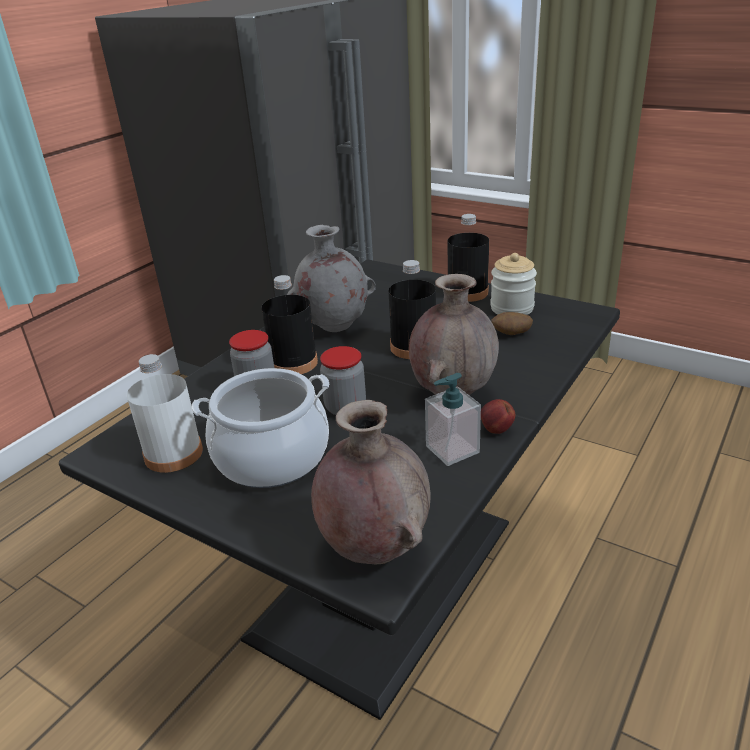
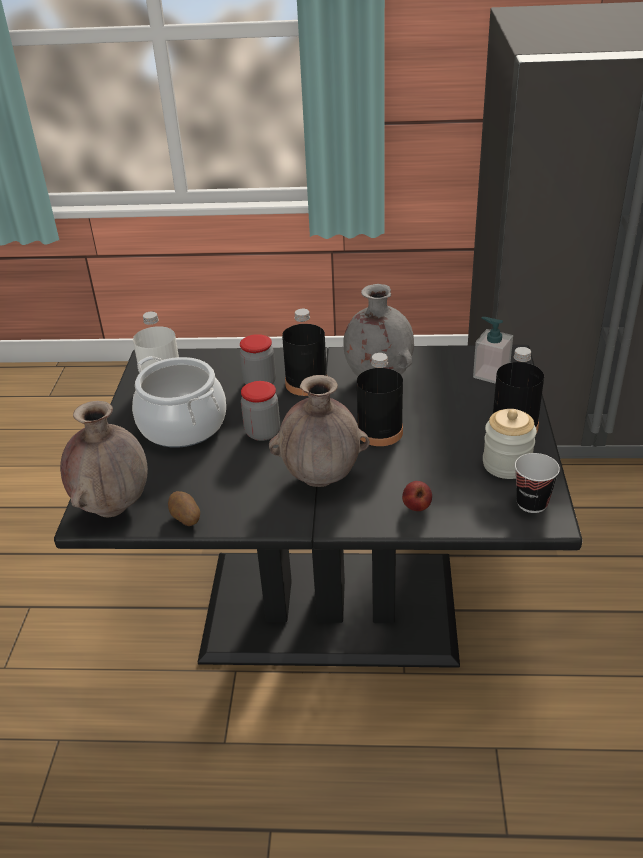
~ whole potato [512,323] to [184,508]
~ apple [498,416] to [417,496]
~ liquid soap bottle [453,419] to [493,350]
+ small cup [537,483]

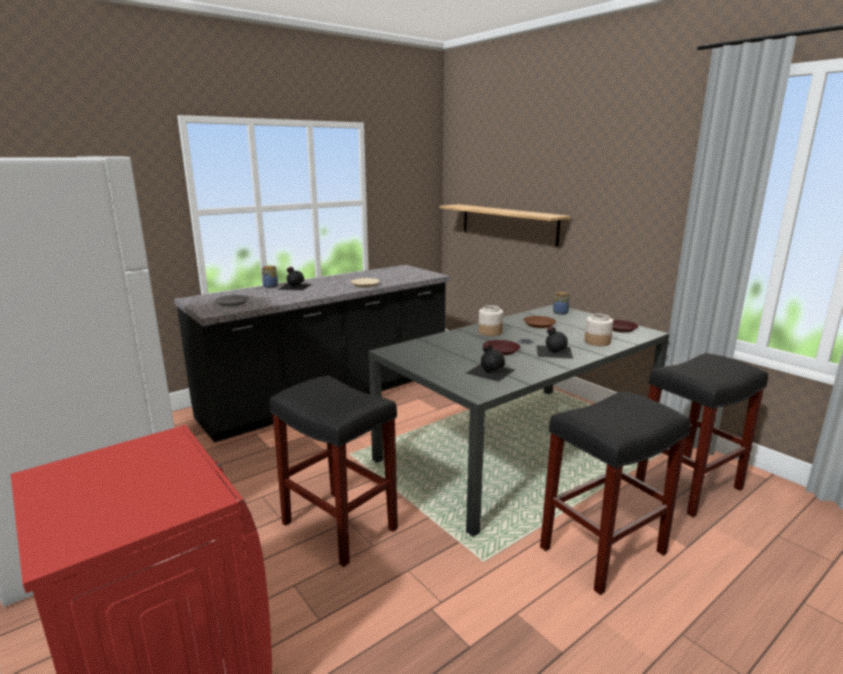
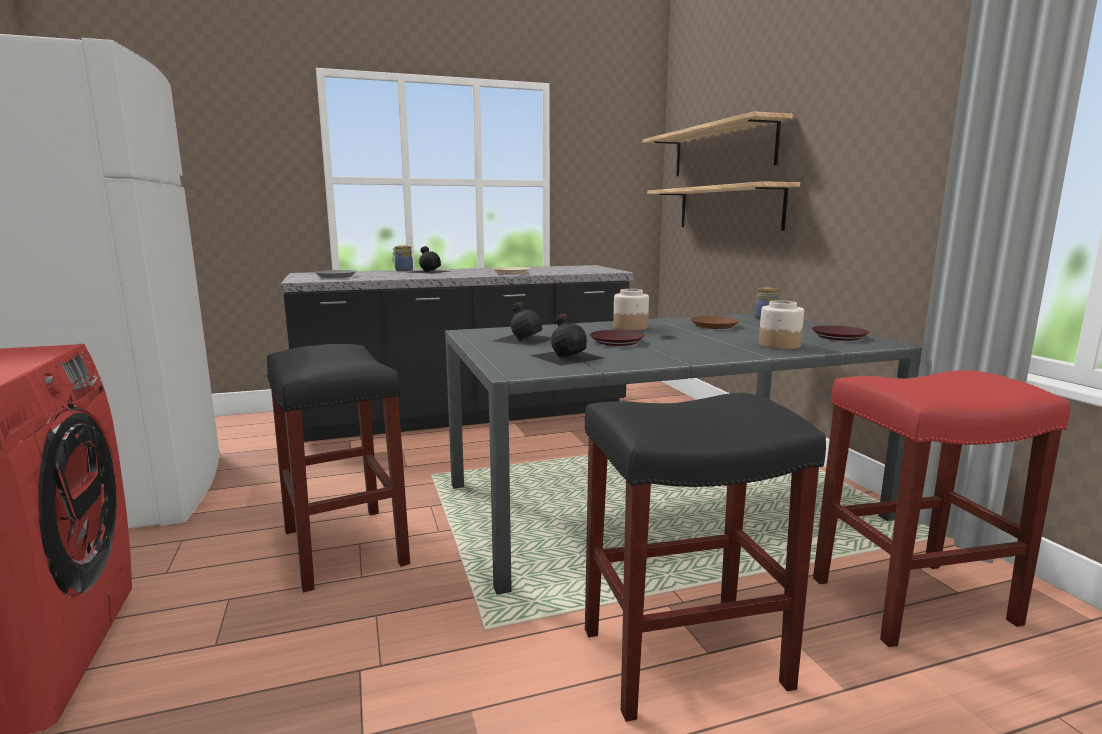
~ bottle (blackish) [554,343] to [522,324]
+ wall shelf [717,143]
~ stool seat (blackish) [702,435] to stool seat (reddish) [941,508]

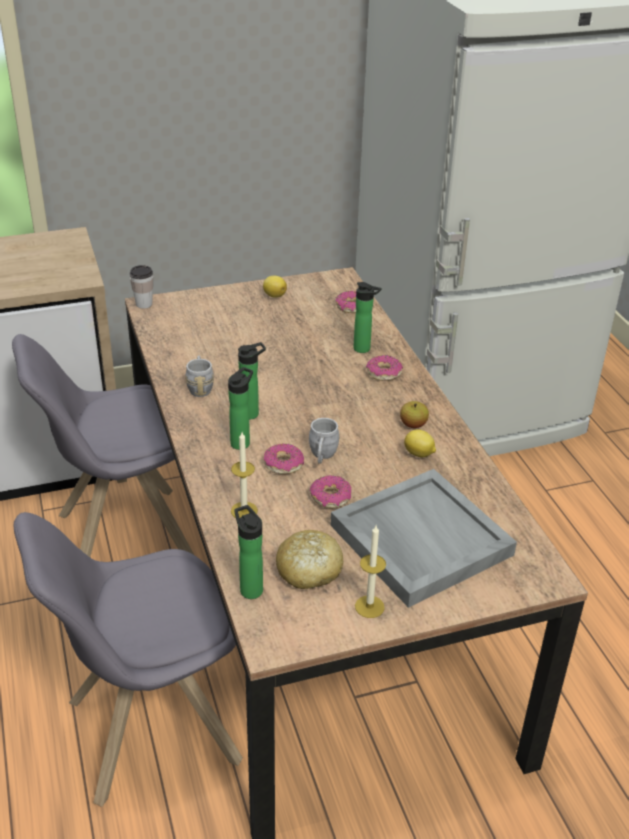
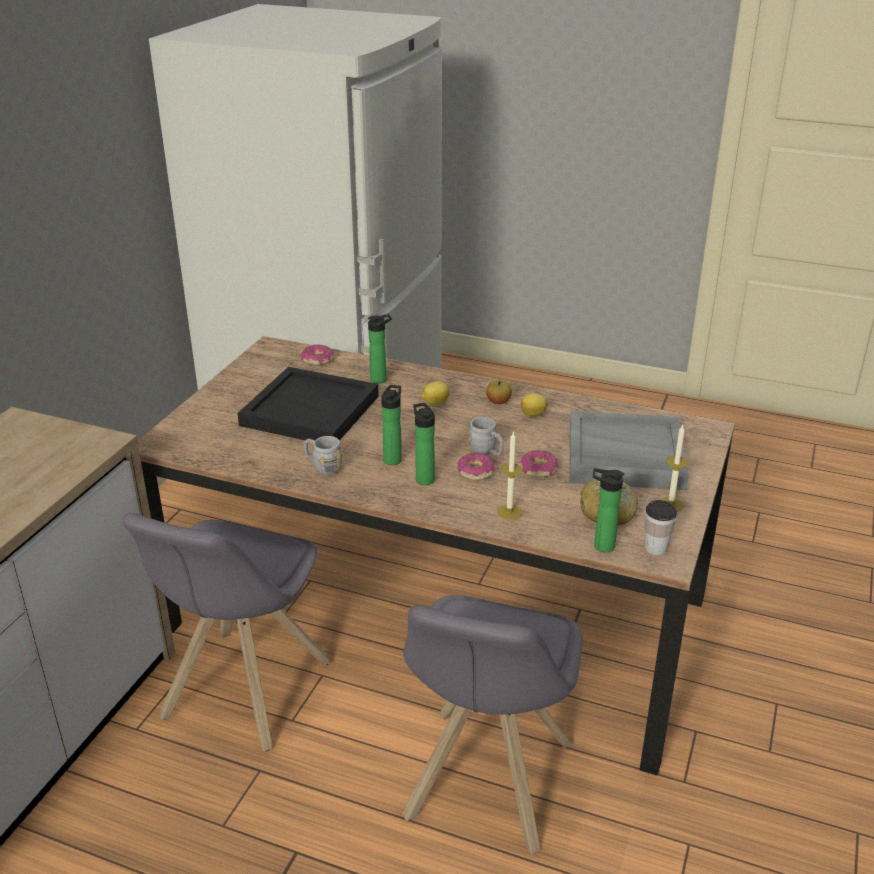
+ tray (blackish) [308,404]
~ citrus fruit [275,287] to [435,393]
~ small cup [141,286] to [661,527]
- donut [384,368]

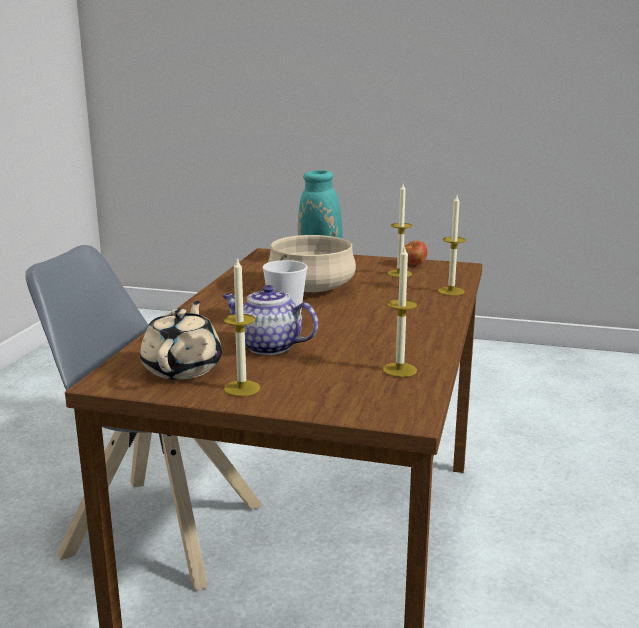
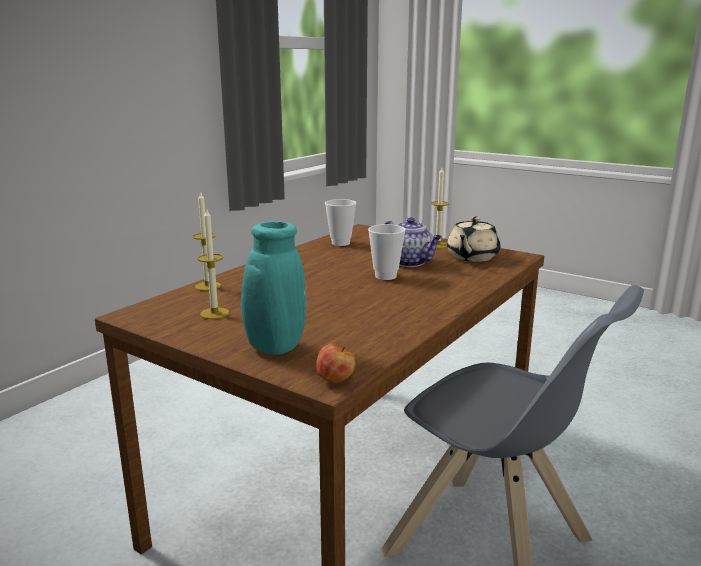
~ apple [416,253] to [335,363]
~ wax light [400,311] to small cup [340,222]
- cooking pot (beige-coloured) [312,263]

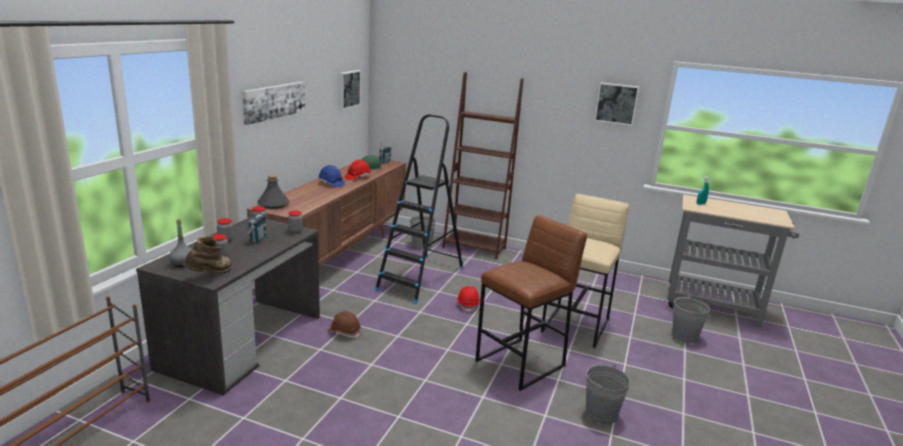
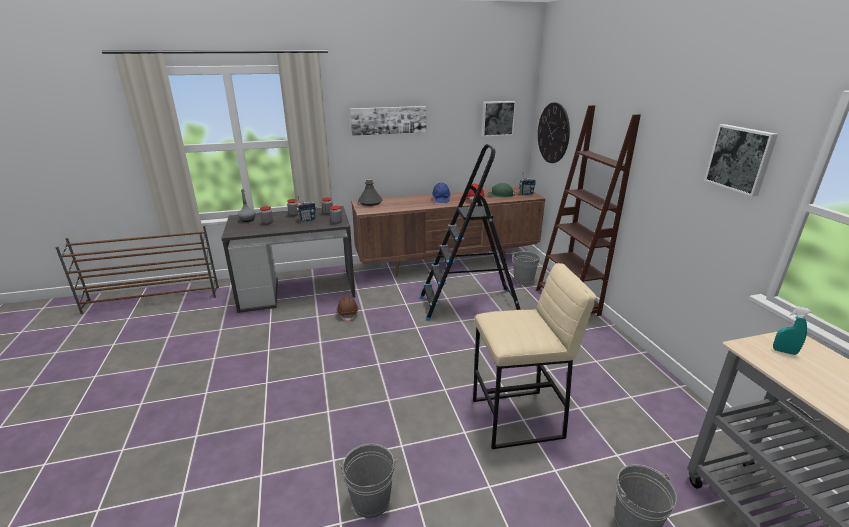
+ clock on the wall [554,132]
- high-top boot (brown-coloured) [207,255]
- hard hat (reddish) [468,299]
- stool seat (brown-coloured) [531,303]

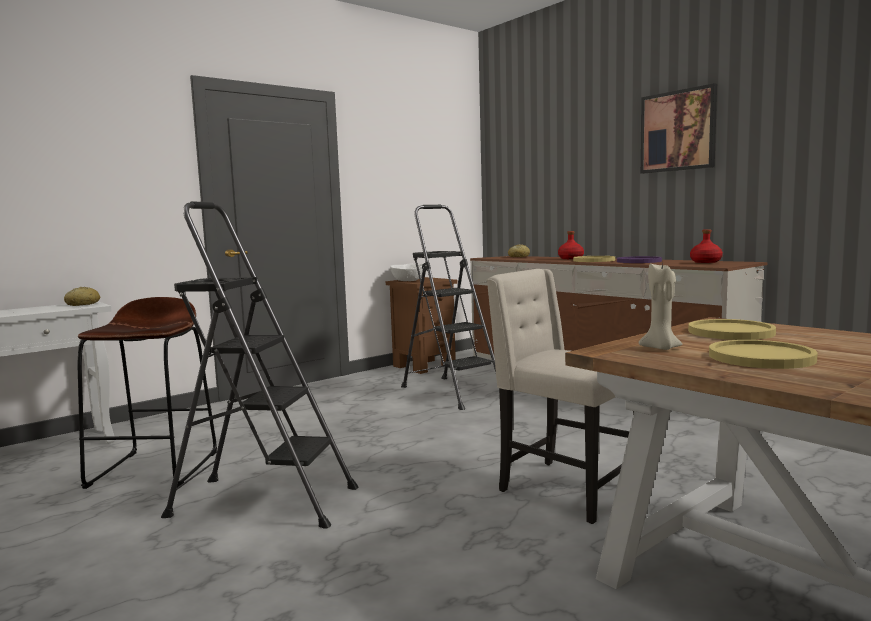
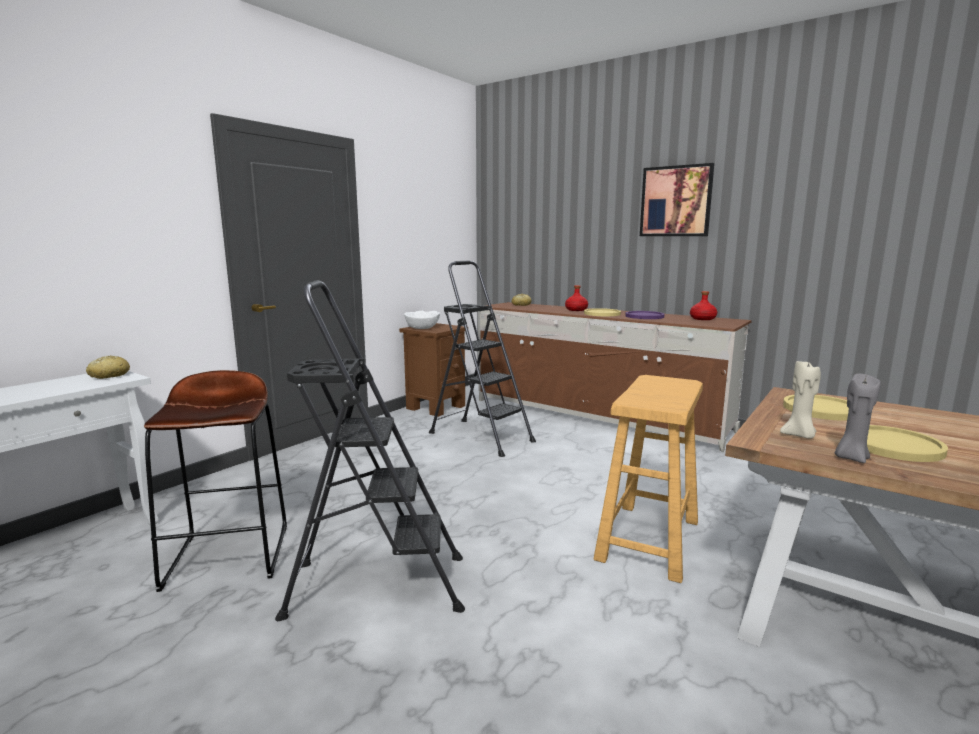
~ upright chair (beige-coloured) [560,396] to stool seat (beige-coloured) [648,479]
+ wax light (gray) [858,418]

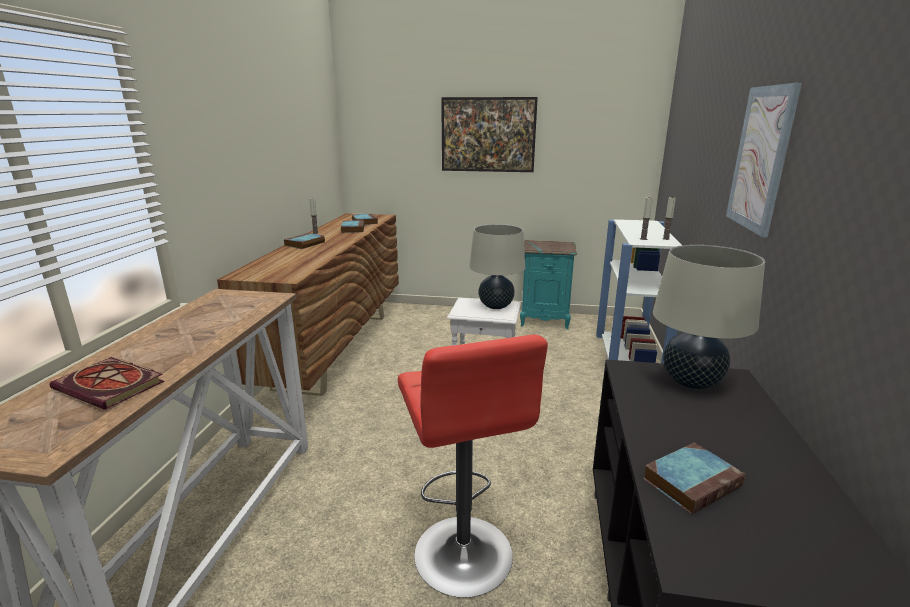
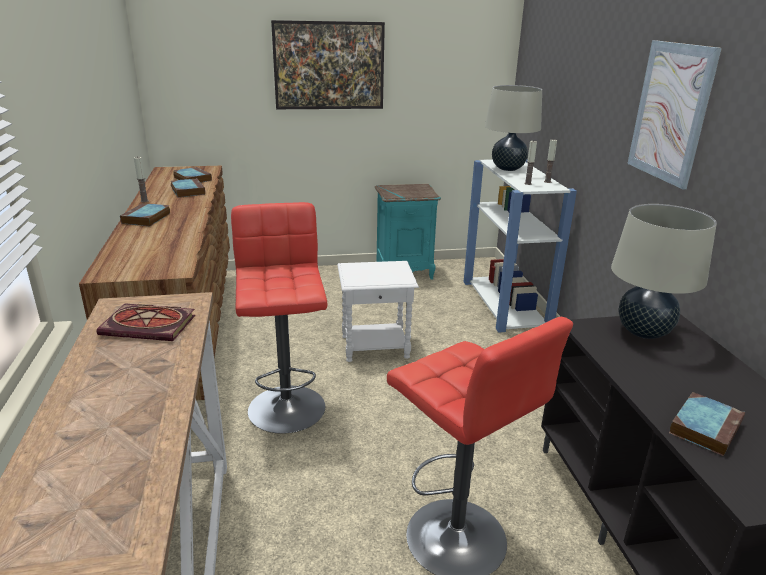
~ book [106,383] to [145,322]
+ stool seat (reddish) [279,318]
~ lamp for a table (beige-coloured) [497,266] to [513,128]

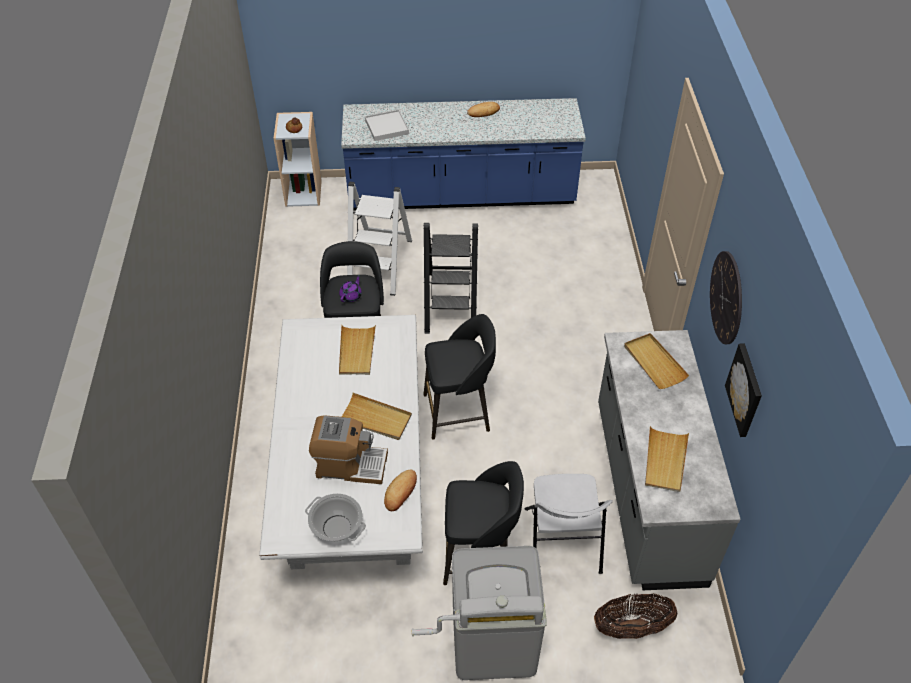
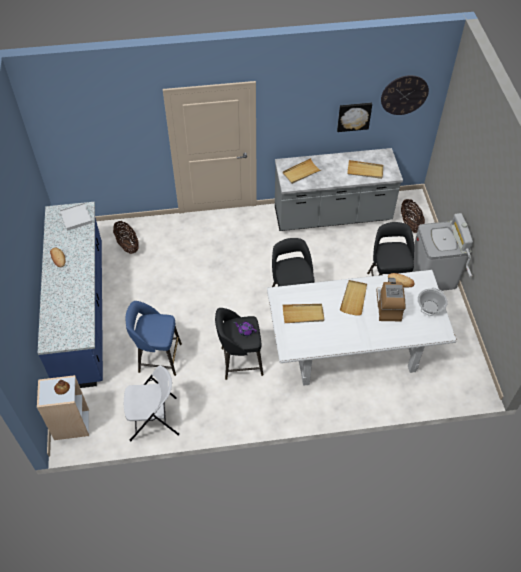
~ tray (whitish) [387,125] to [76,217]
+ storage basket [126,237]
~ upright chair (whitish) [569,524] to [151,404]
~ step stool (whitish) [379,239] to stool seat (blue) [154,338]
~ clock on the wall [726,297] to [405,95]
- step stool (blackish) [450,278]

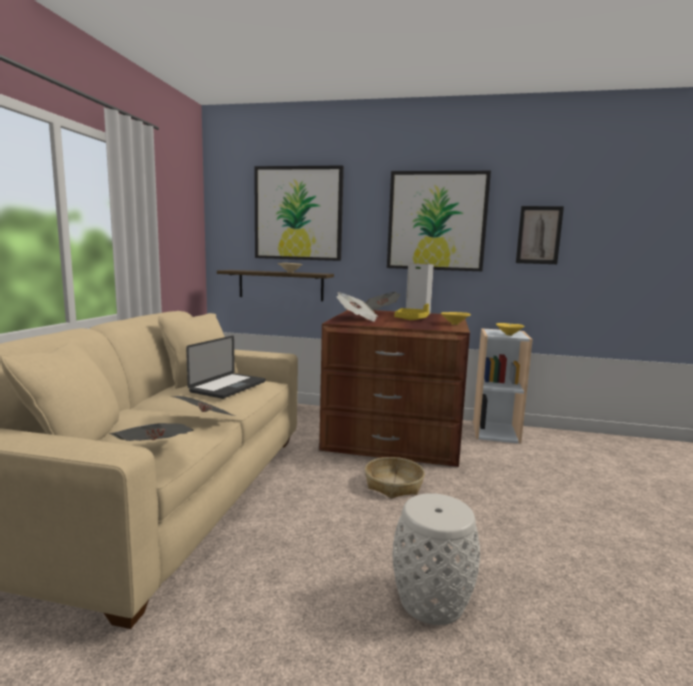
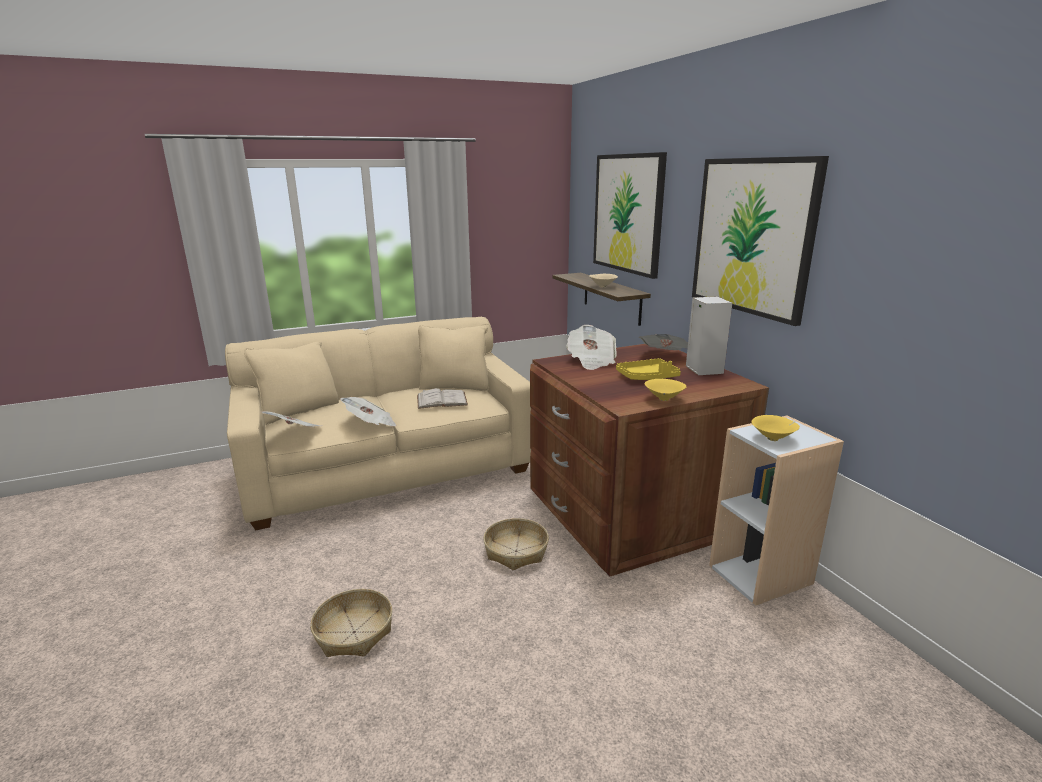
~ stool seat (whitish) [436,559] to storage basket [351,623]
~ laptop [226,367] to book (whitish) [442,398]
- wall art [540,235]

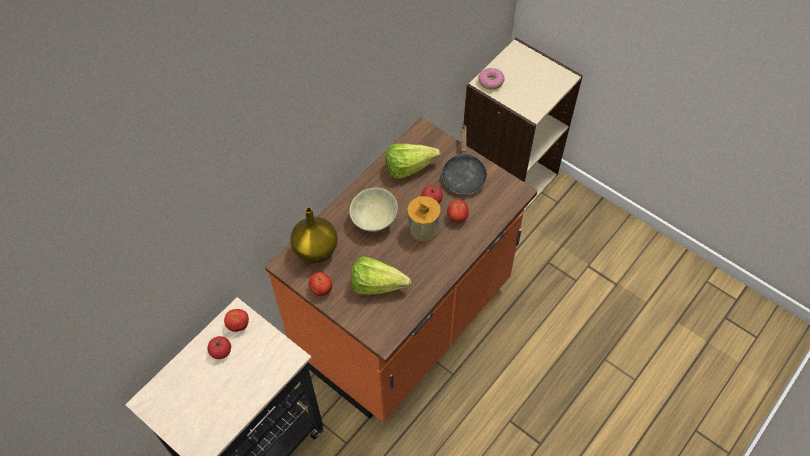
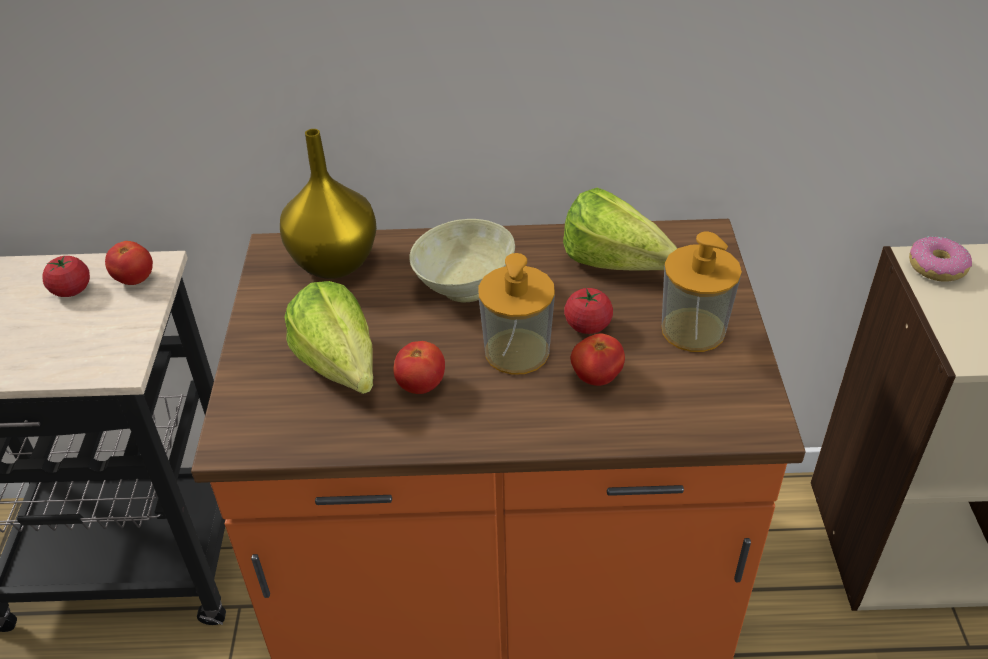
~ tomato [320,284] to [419,367]
~ skillet (blackish) [464,159] to liquid soap bottle [701,292]

